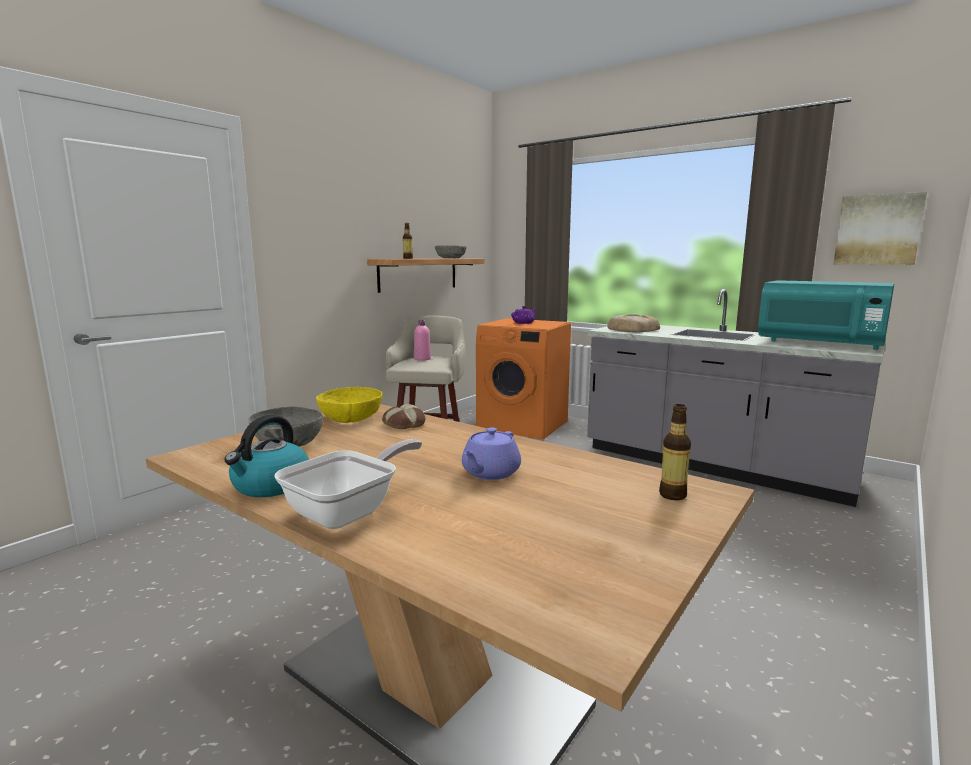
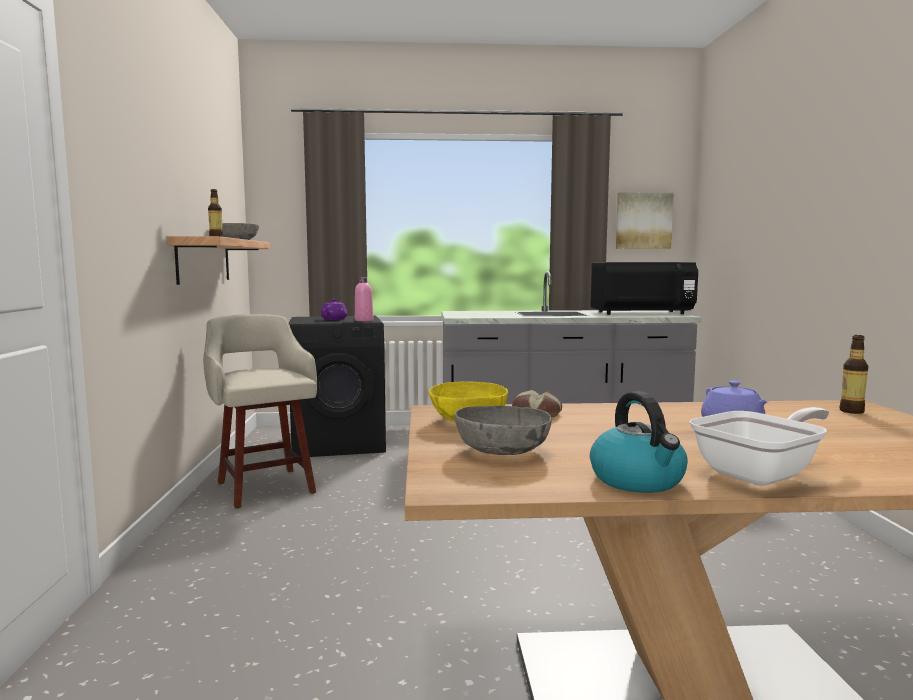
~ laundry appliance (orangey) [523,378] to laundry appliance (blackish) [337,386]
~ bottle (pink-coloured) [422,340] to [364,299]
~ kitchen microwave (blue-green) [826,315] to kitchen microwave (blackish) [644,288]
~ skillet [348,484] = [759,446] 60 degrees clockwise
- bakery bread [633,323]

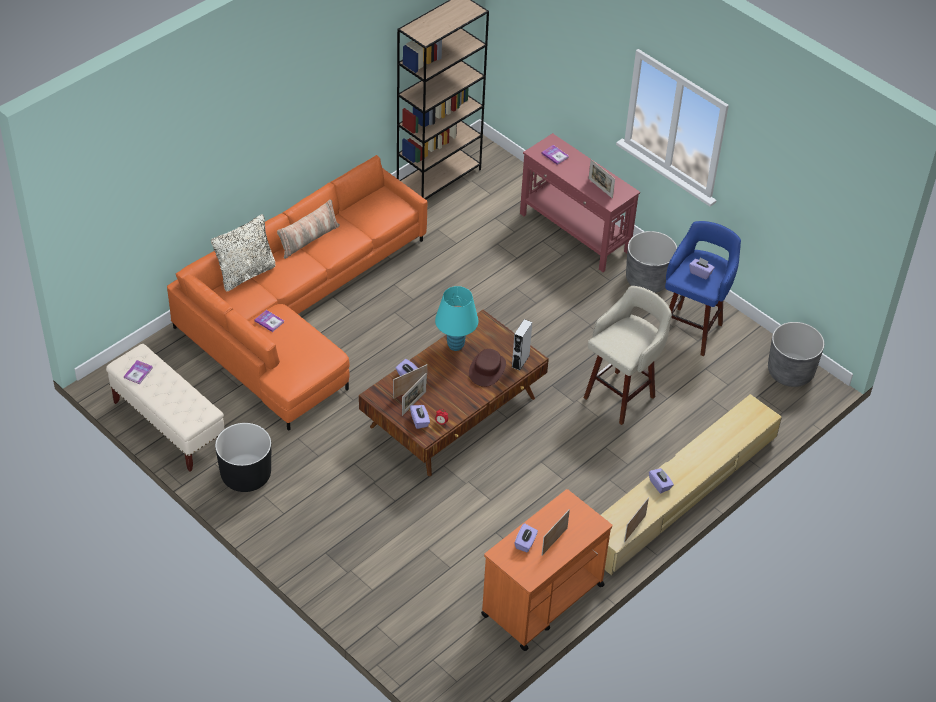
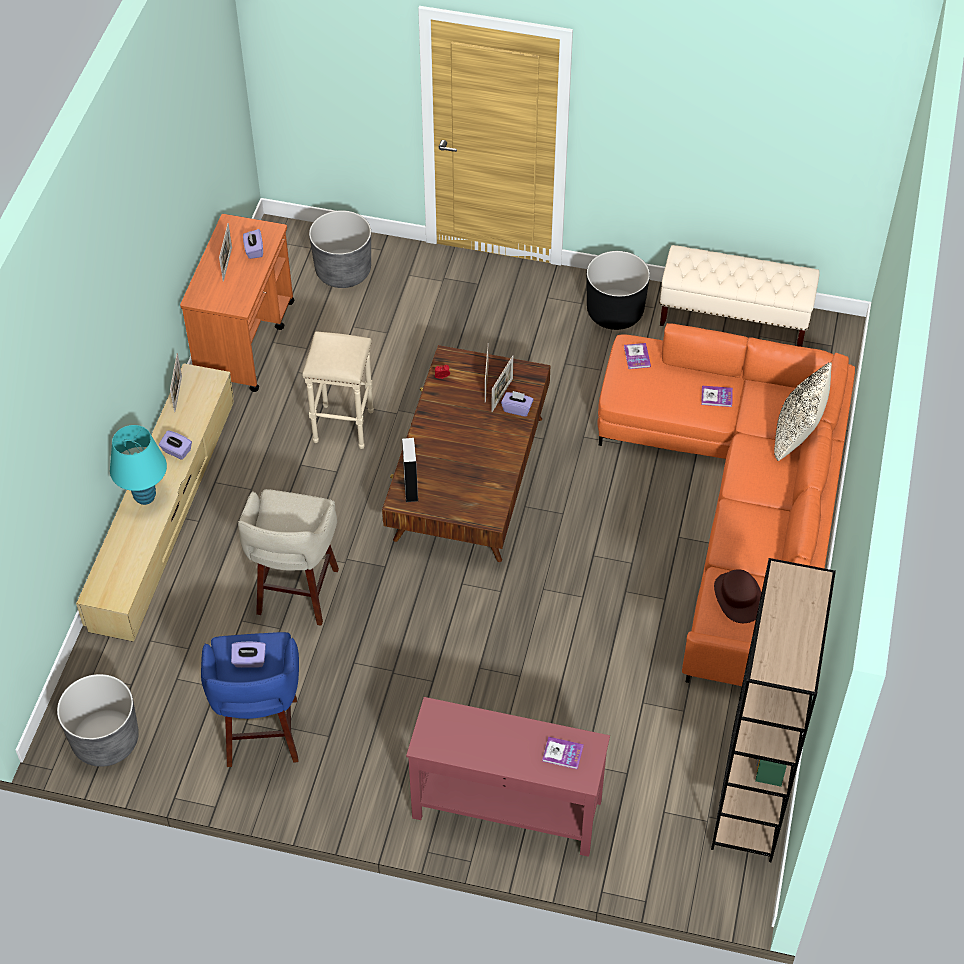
~ lamp for a table (blue-green) [456,318] to [138,465]
+ stool seat (beige-coloured) [338,390]
~ planter (gray) [651,262] to [340,249]
~ book [138,372] to [637,356]
~ wearable hat (brown-coloured) [487,368] to [738,596]
- throw pillow [308,229]
- tissue box (purplish) [420,417]
- photo frame [602,179]

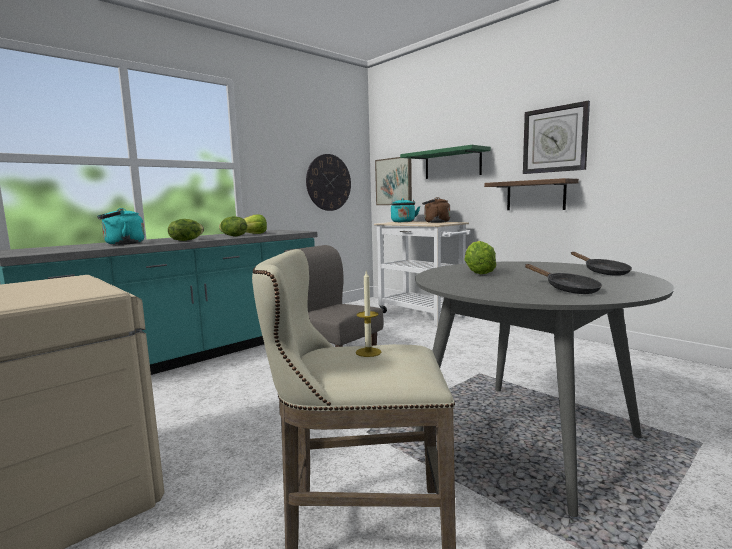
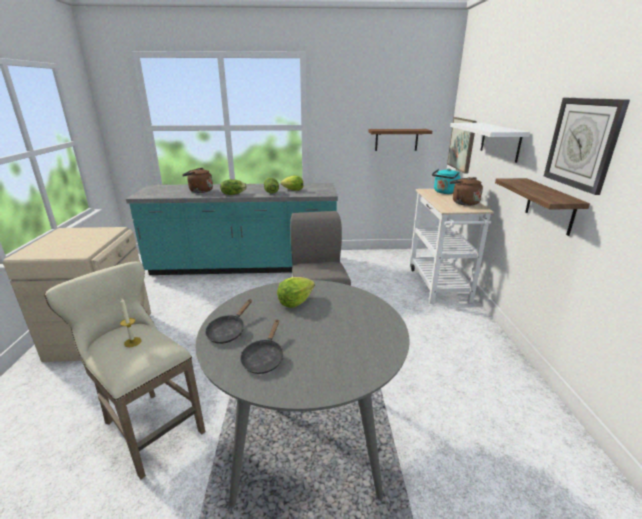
~ tea kettle (blue-green) [121,226] to tea kettle (brown-coloured) [197,180]
~ skillet (blackish) [601,264] to [228,321]
~ clock on the wall [328,182] to wall shelf (brown-coloured) [400,140]
~ wall shelf (green) [445,162] to wall shelf (whitish) [490,143]

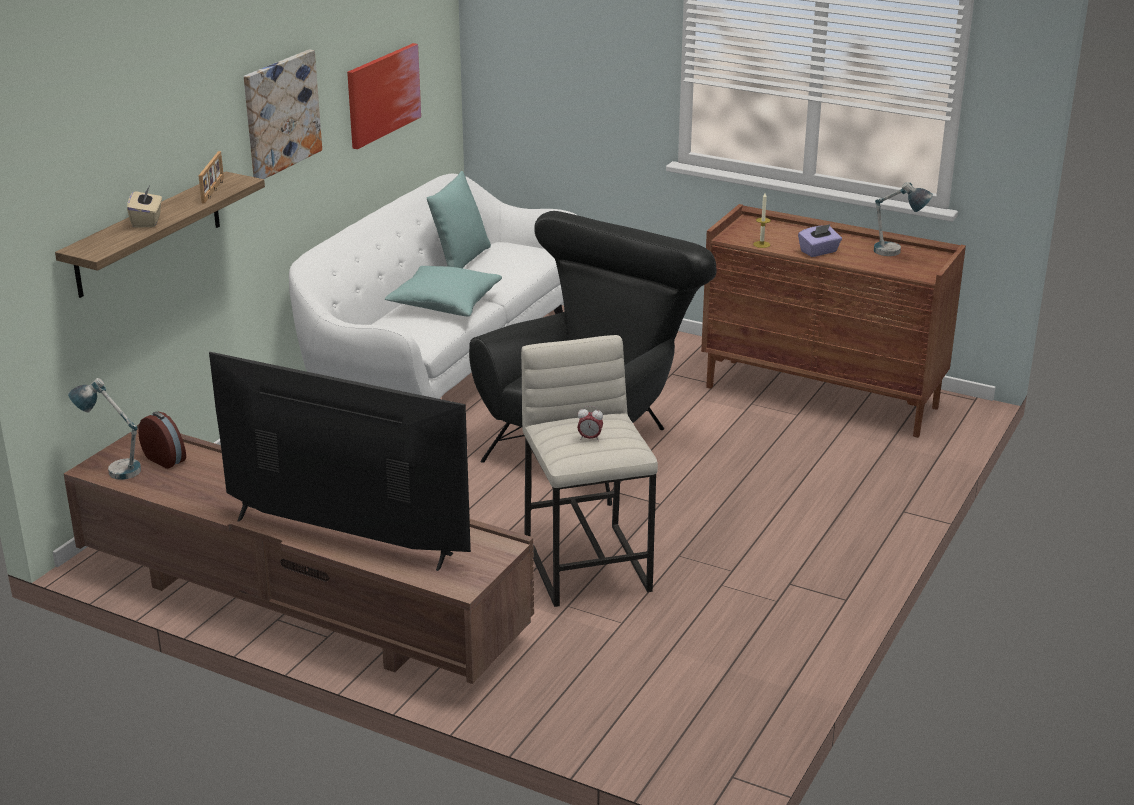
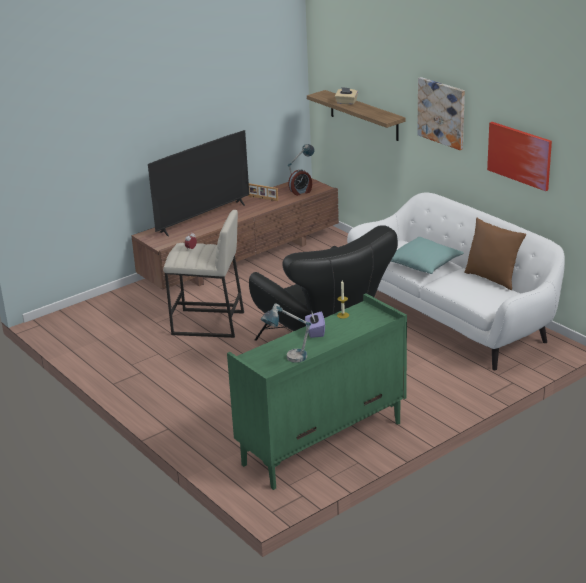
~ cupboard (brown-coloured) [833,321] to cupboard (green) [317,391]
~ photo frame [211,177] to [263,192]
~ throw pillow (blue-green) [459,219] to throw pillow (brown-coloured) [495,254]

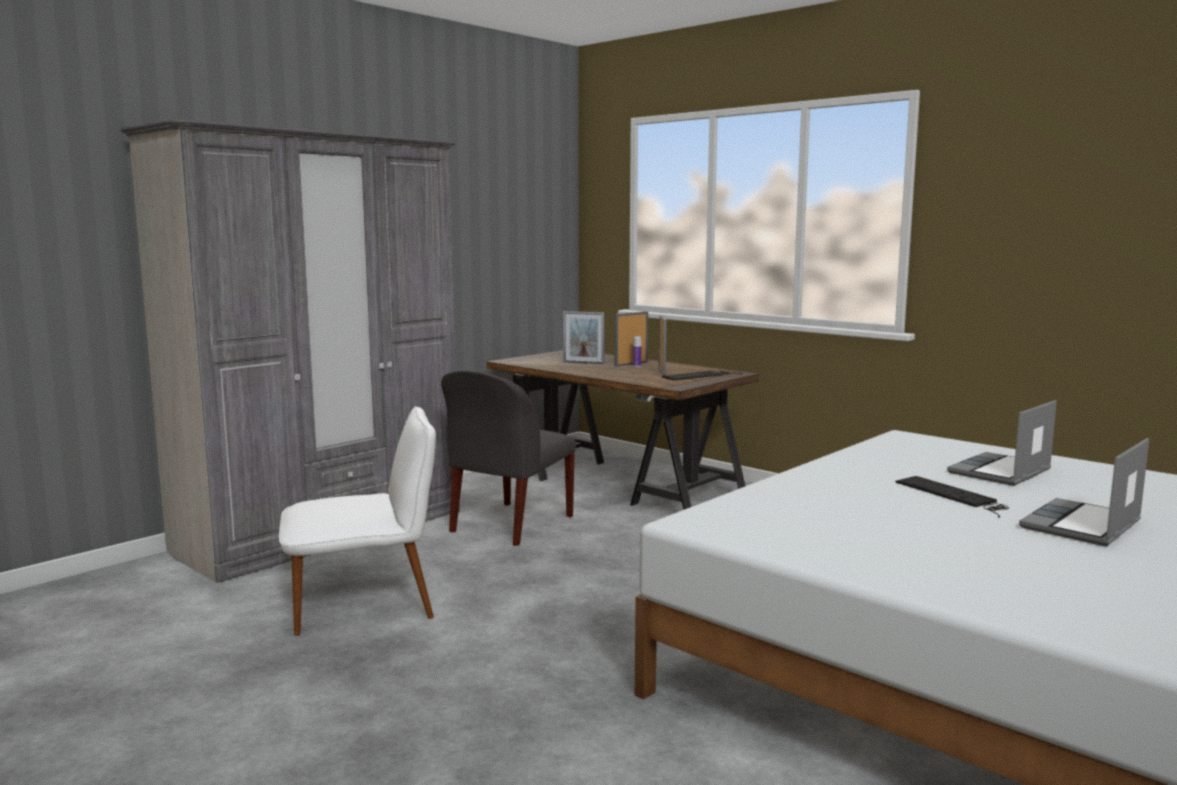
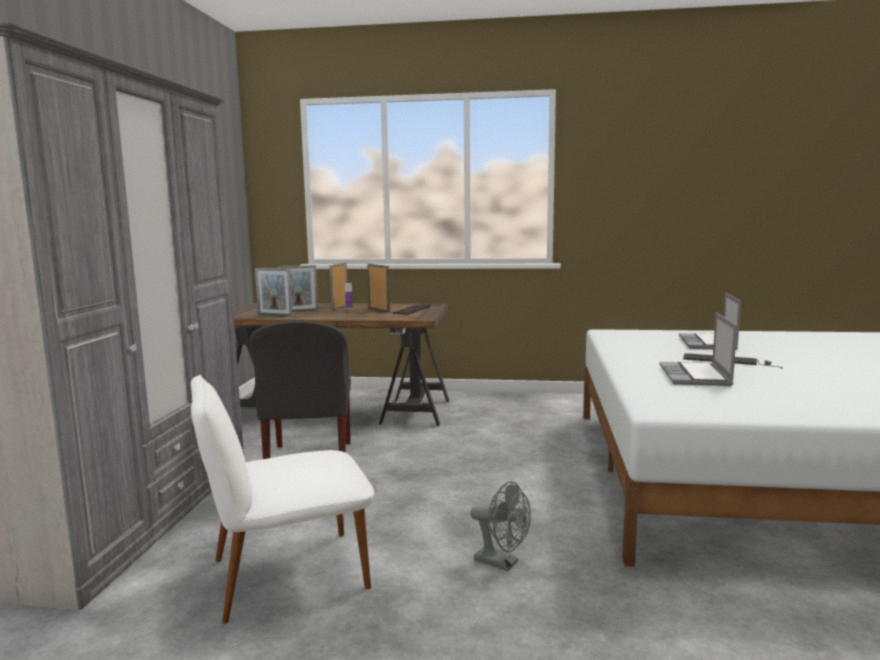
~ upright chair (whitish) [357,521] = [282,499] 150 degrees counterclockwise
+ photo frame [274,292]
+ electric fan (gray) [500,526]
~ laptop [1084,492] to [698,349]

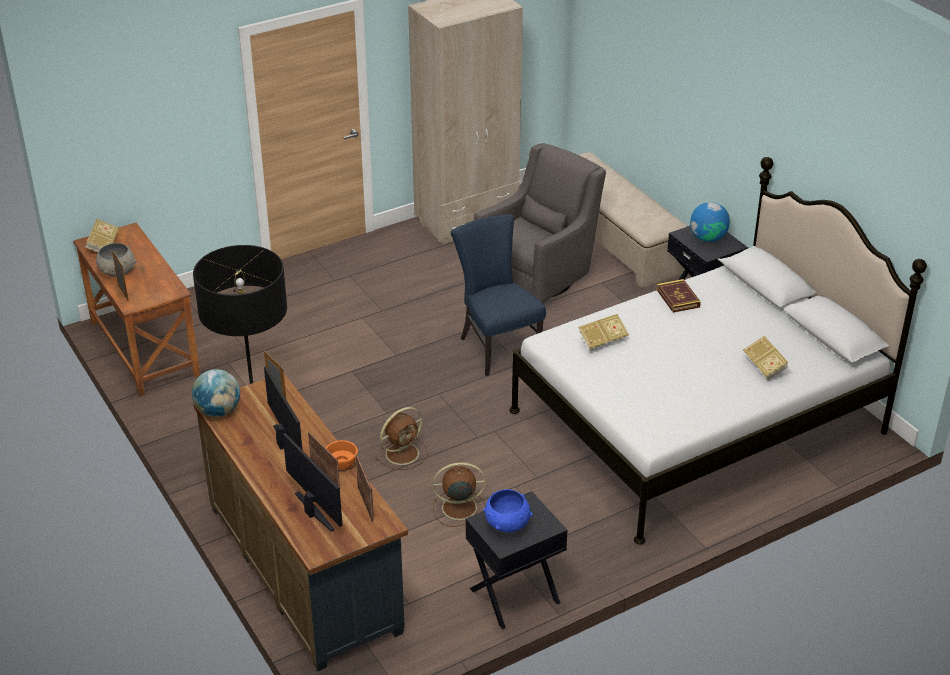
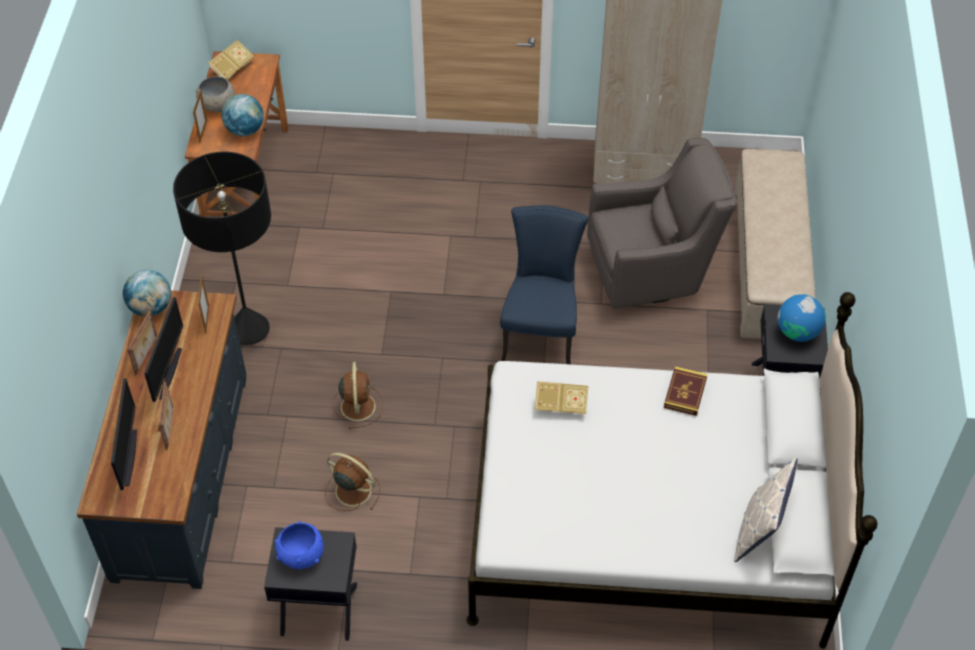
~ photo frame [365,488] to [142,343]
+ world globe [242,115]
~ electric fan (brown-coloured) [401,438] = [358,395] 90 degrees counterclockwise
+ throw pillow [766,510]
- serving bowl (orangey) [342,454]
- book [766,358]

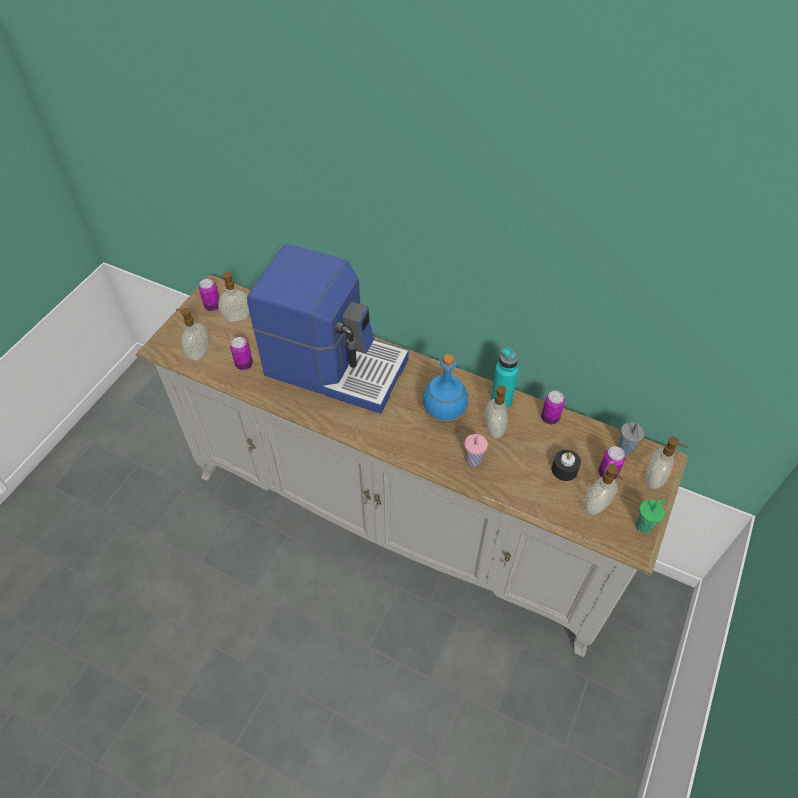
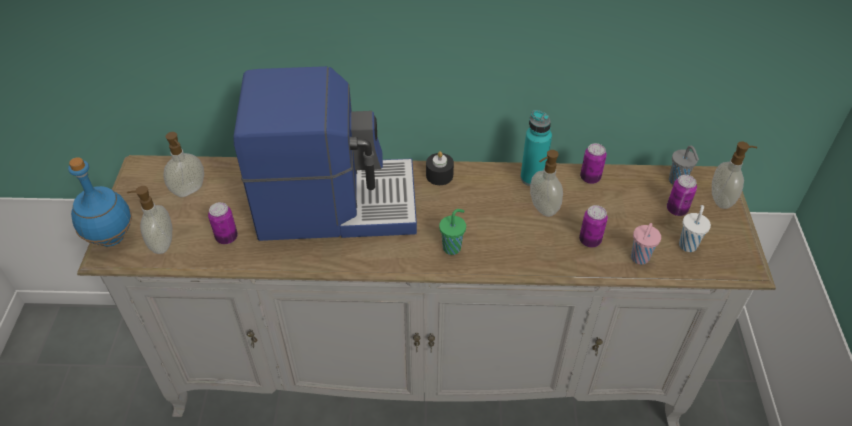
~ bottle (blue) [445,388] to [100,202]
~ wax light (blackish) [566,465] to [440,168]
~ small cup (green) [652,516] to [452,232]
~ sealed can [209,295] to [593,226]
~ small cup (pink-coloured) [476,450] to [646,244]
~ liquid soap bottle [604,489] to small cup (whitish) [695,228]

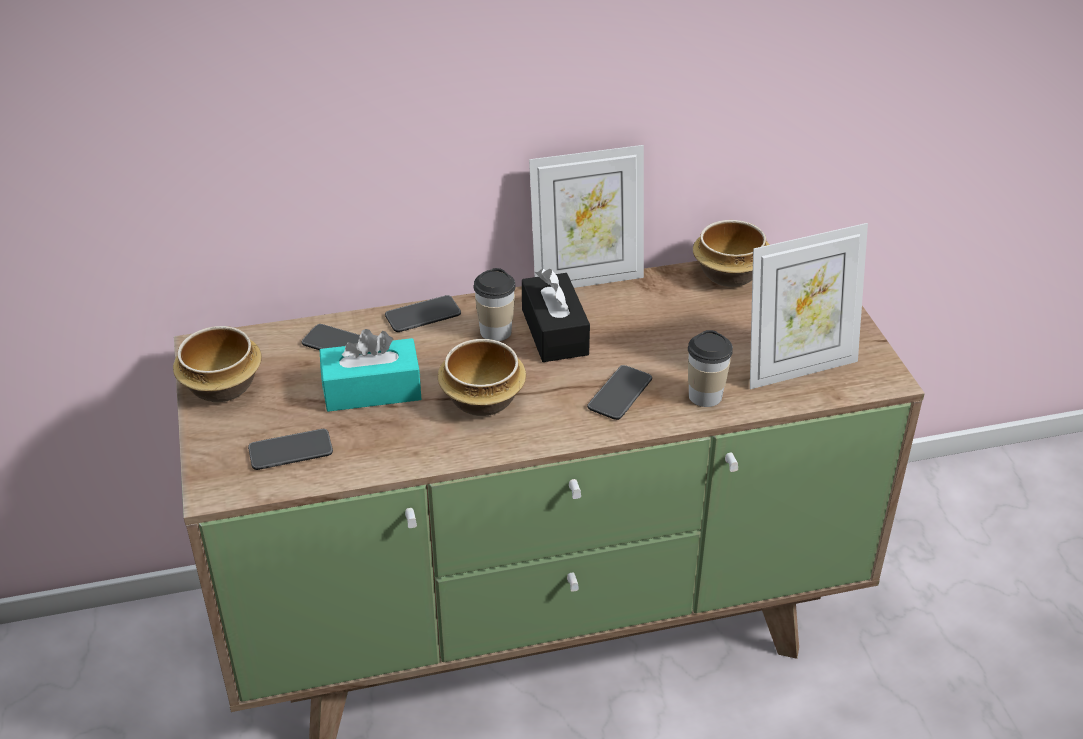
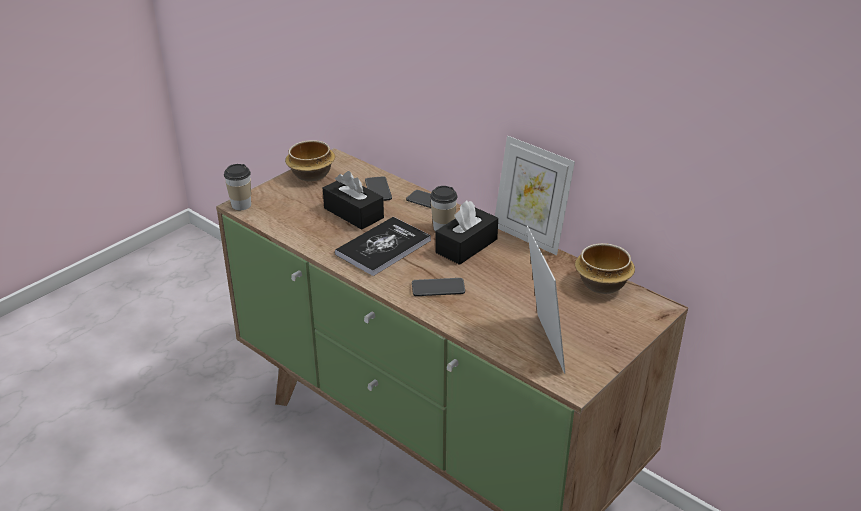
~ small cup [710,368] to [237,187]
~ tissue box (blue-green) [370,370] to tissue box (blackish) [353,200]
~ serving bowl [482,377] to book [383,246]
~ photo frame [809,306] = [546,300] 135 degrees counterclockwise
- telephone [290,449]

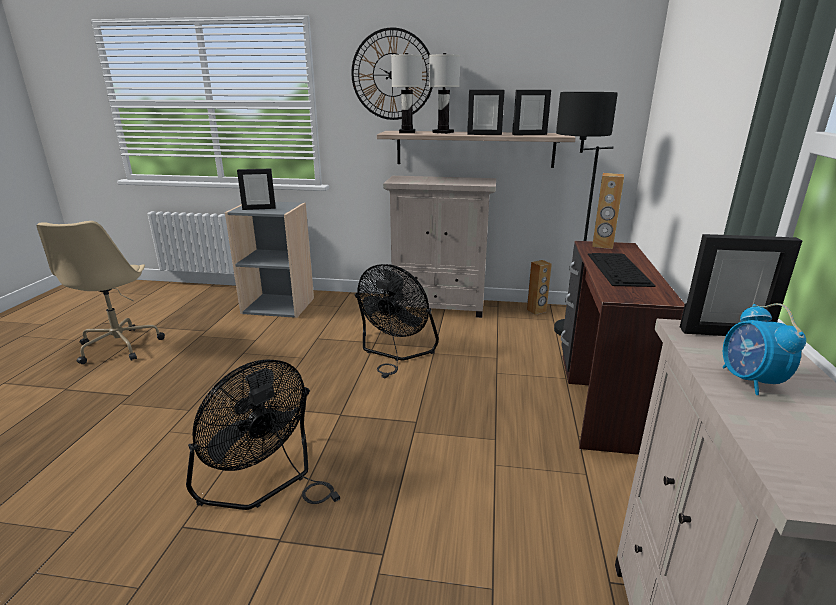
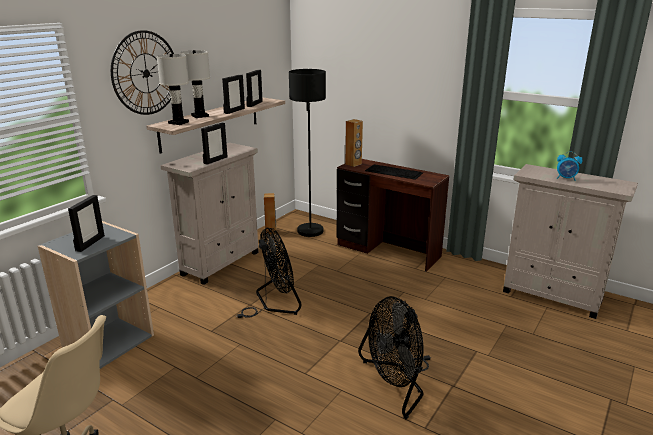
~ photo frame [741,285] to [214,144]
~ electric fan (blackish) [397,321] = [269,273] 105 degrees clockwise

